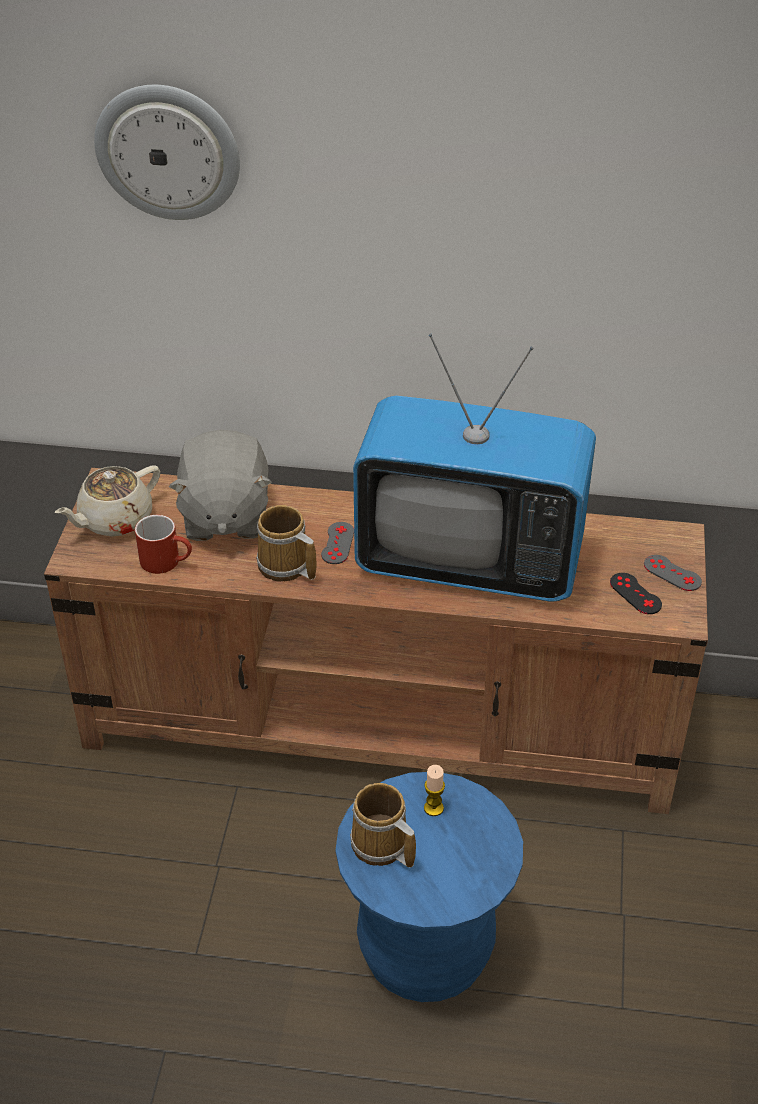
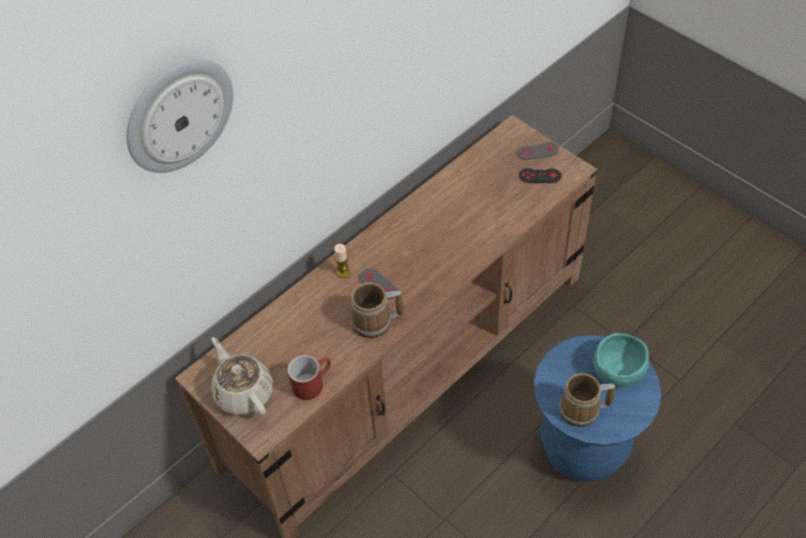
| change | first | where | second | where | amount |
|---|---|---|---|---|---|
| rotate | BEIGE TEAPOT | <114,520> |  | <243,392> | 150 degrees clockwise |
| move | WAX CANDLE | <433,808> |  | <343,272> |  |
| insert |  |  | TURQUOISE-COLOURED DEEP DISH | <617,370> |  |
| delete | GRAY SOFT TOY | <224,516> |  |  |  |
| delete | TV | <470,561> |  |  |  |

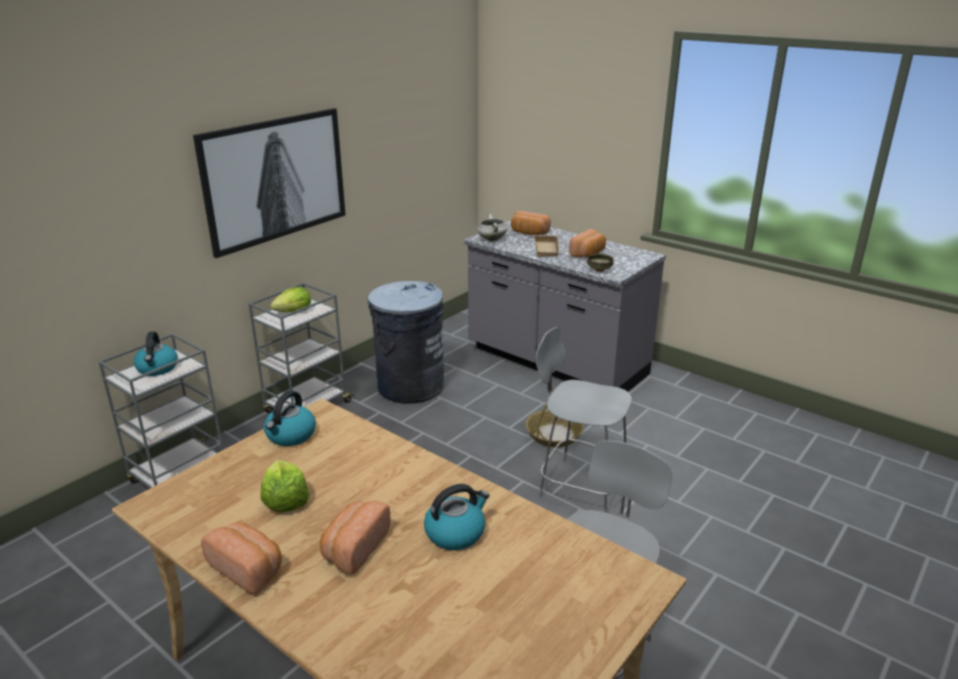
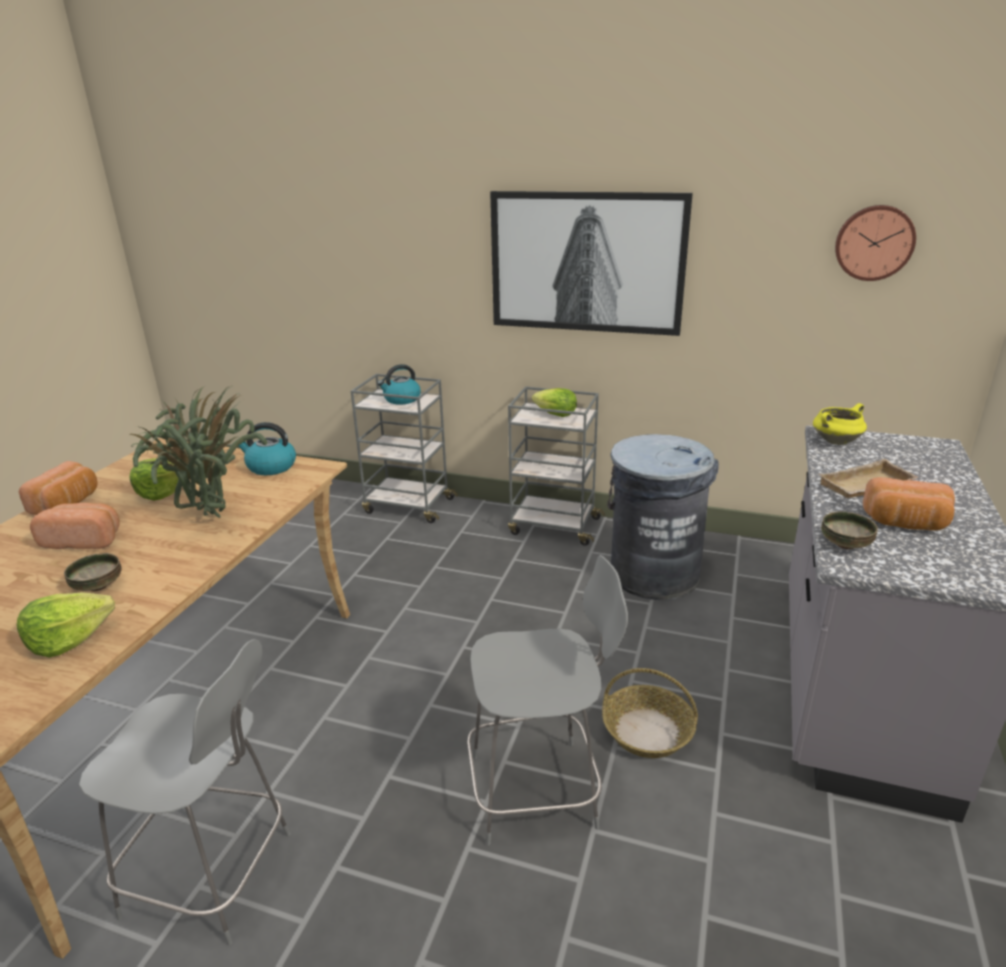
| change | first | where | second | where | amount |
|---|---|---|---|---|---|
| insert |  |  | HEAD OF LETTUCE | <69,639> |  |
| replace | TEA KETTLE | <455,533> | DEEP DISH | <98,586> |  |
| insert |  |  | HOUSEPLANT | <210,520> |  |
| rotate | GRAY CHAIR | <580,486> |  | <538,790> | 75 degrees clockwise |
| recolor | WHITE-COLOURED STOCKPOT | <491,239> | YELLOW STOCKPOT | <836,441> |  |
| insert |  |  | WALL CLOCK | <874,242> |  |
| delete | BREAD | <528,233> |  |  |  |

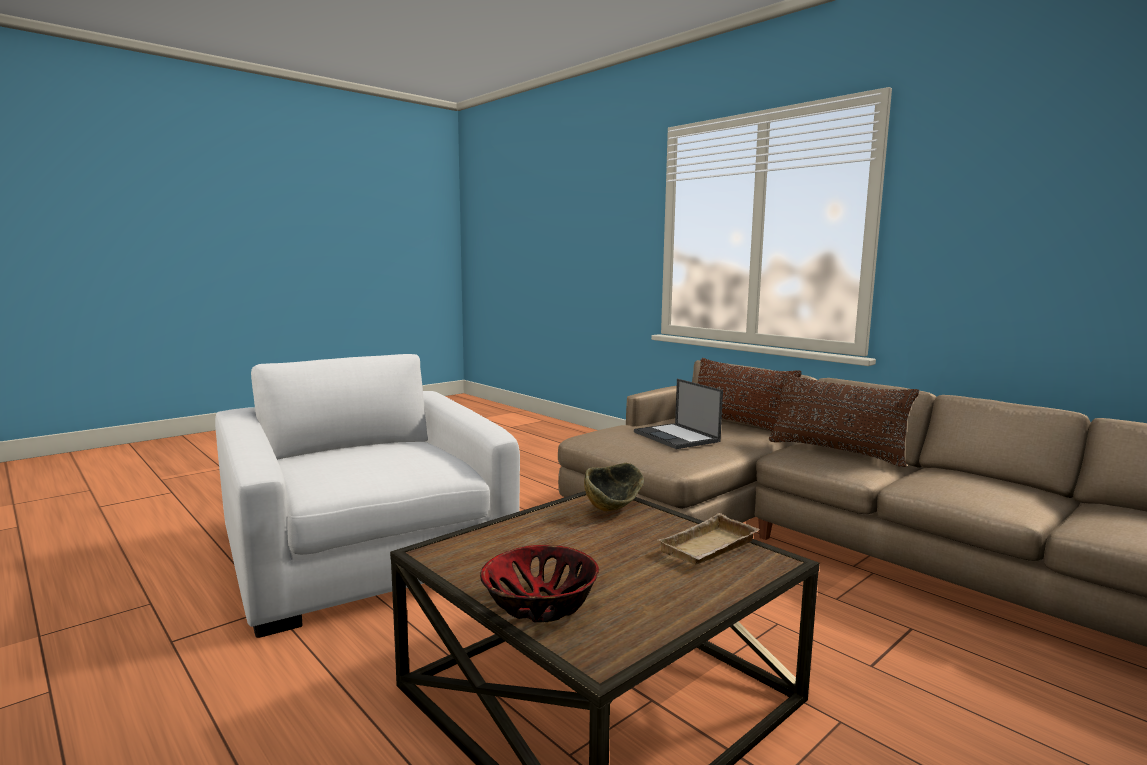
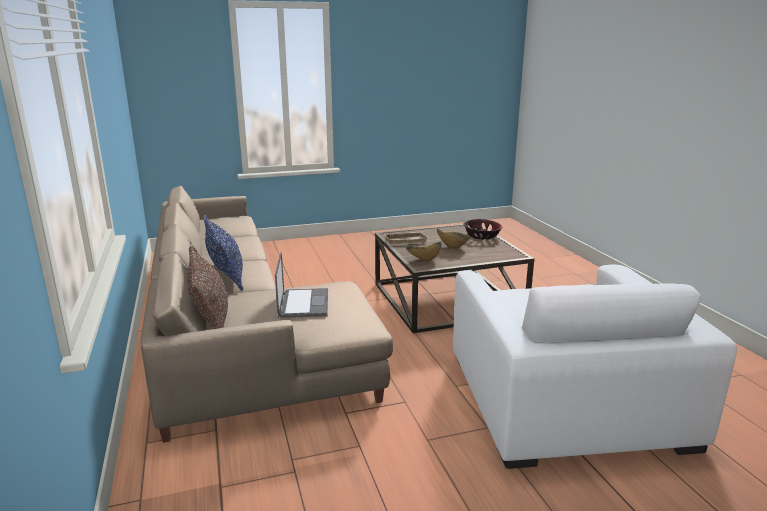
| change | first | where | second | where | amount |
|---|---|---|---|---|---|
| recolor | BROWN THROW PILLOW | <836,451> | BLUISH THROW PILLOW | <226,274> |  |
| insert |  |  | DEEP DISH | <451,247> |  |

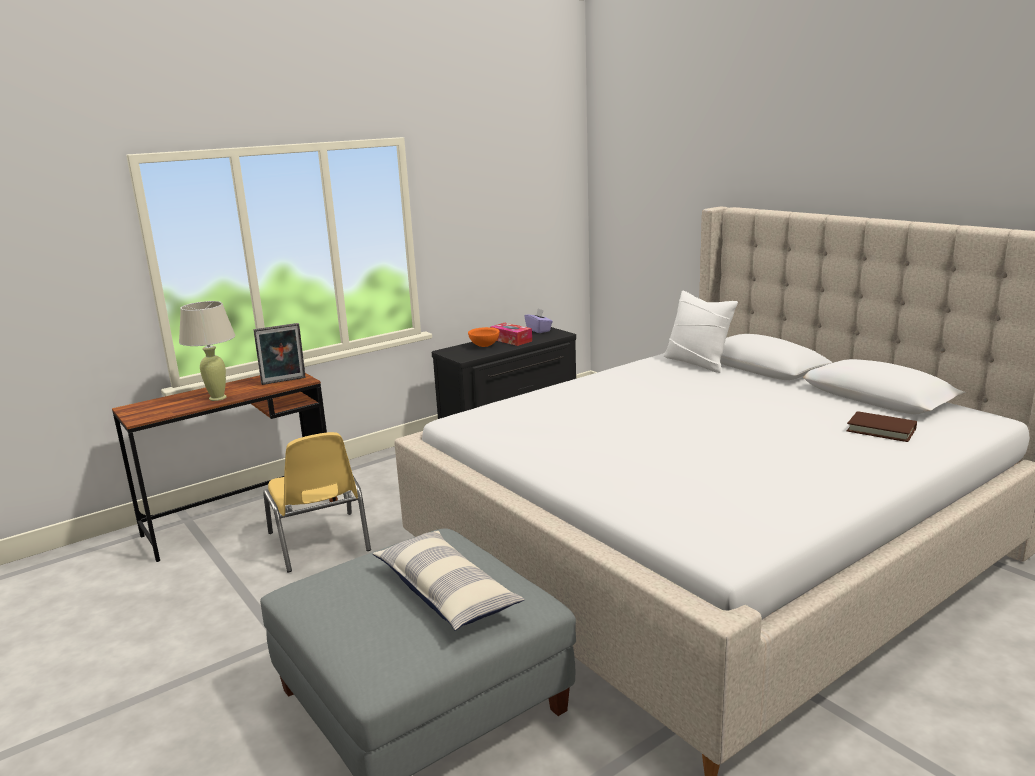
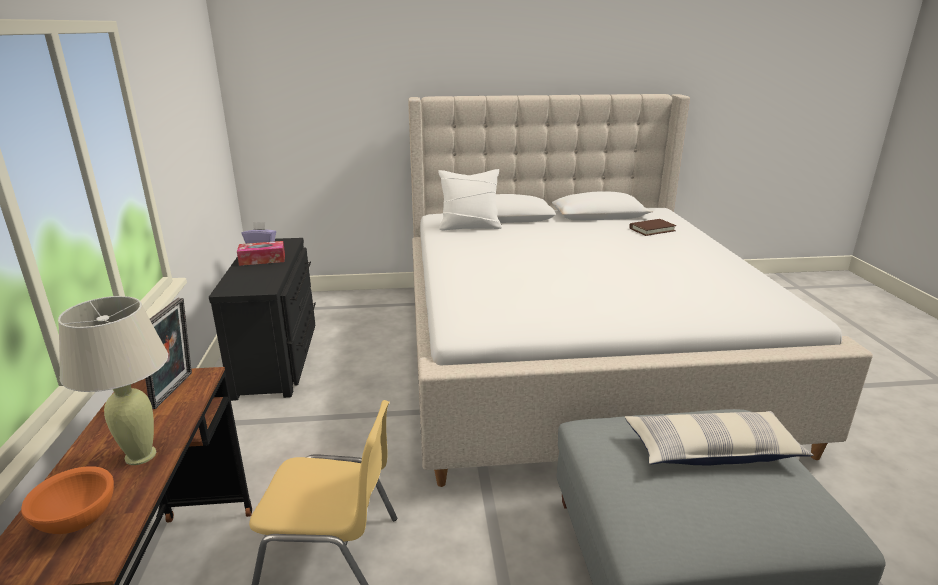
| change | first | where | second | where | amount |
|---|---|---|---|---|---|
| move | ORANGE DEEP DISH | <484,346> |  | <79,521> |  |

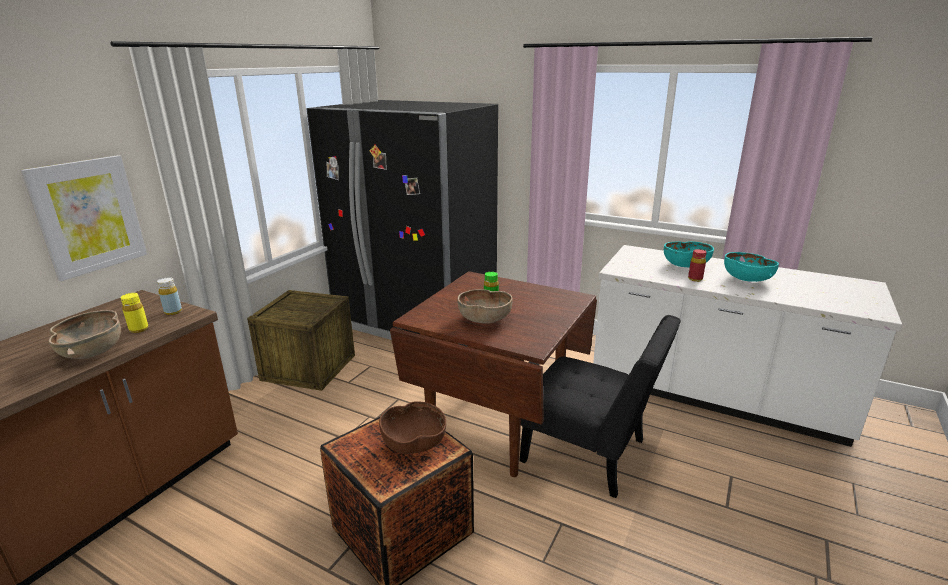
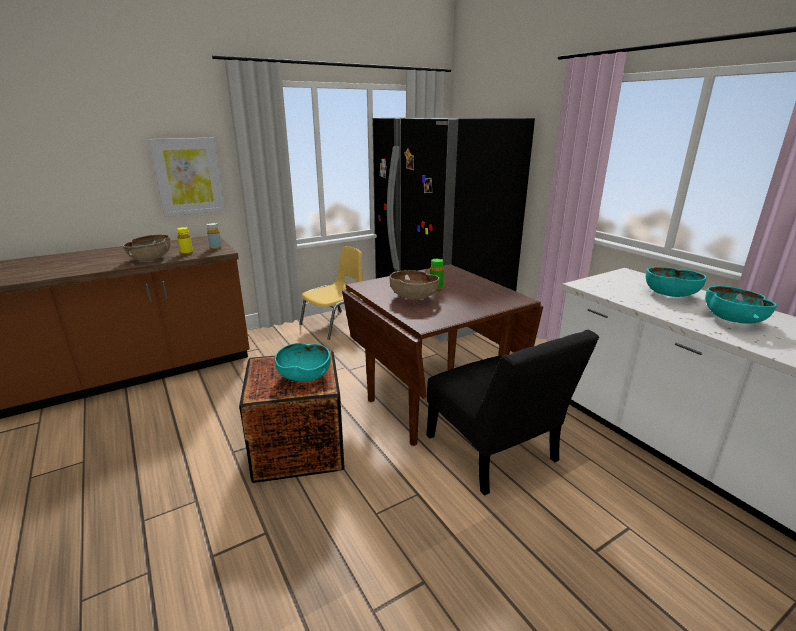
| change | first | where | second | where | amount |
|---|---|---|---|---|---|
| recolor | BROWN DEEP DISH | <414,444> | TURQUOISE-COLOURED DEEP DISH | <304,376> |  |
| replace | SHIPPING CRATE | <309,367> | YELLOW CHAIR | <335,324> |  |
| delete | RED-COLOURED DRINK BOTTLE | <695,279> |  |  |  |

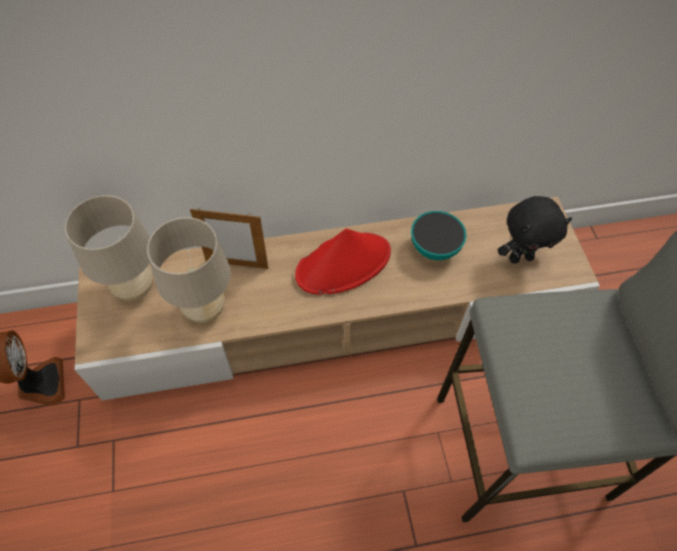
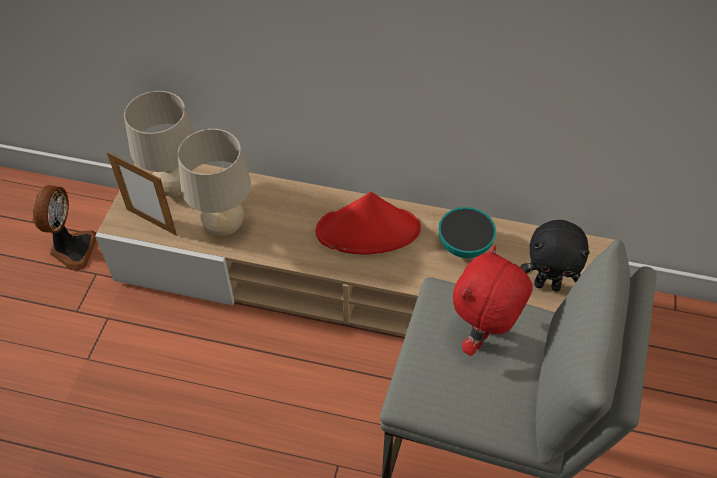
| change | first | where | second | where | amount |
|---|---|---|---|---|---|
| move | PHOTO FRAME | <237,264> |  | <151,222> |  |
| insert |  |  | RED-COLOURED SOFT TOY | <482,337> |  |

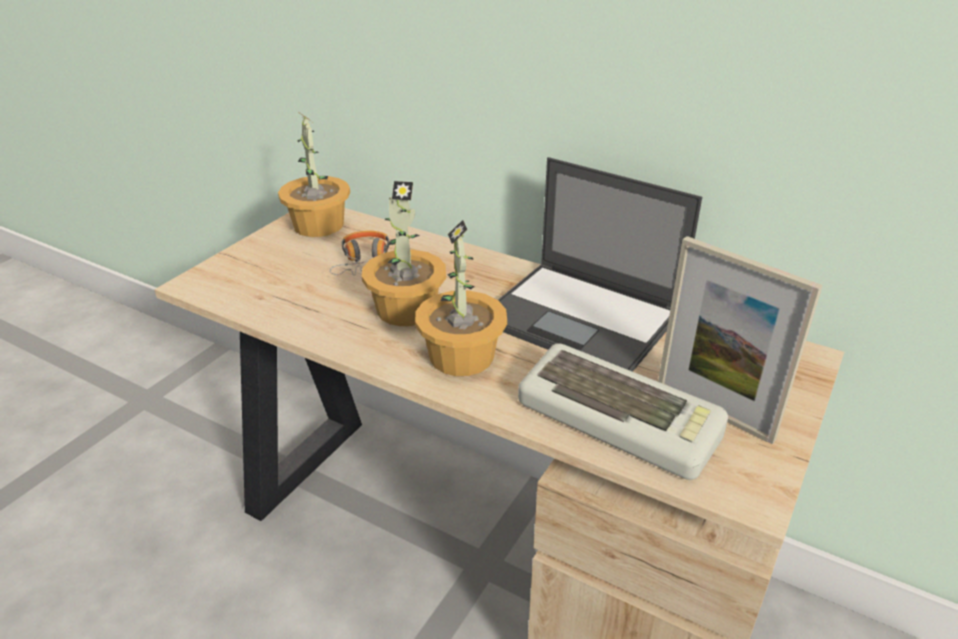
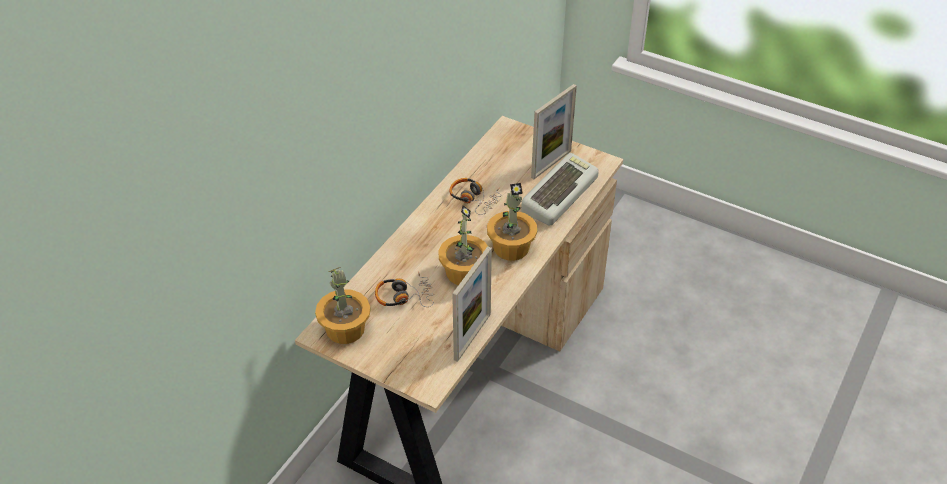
| change | first | where | second | where | amount |
|---|---|---|---|---|---|
| replace | NOTEBOOK COMPUTER | <583,318> | HEADPHONES | <474,199> |  |
| insert |  |  | PHOTO FRAME | <472,336> |  |

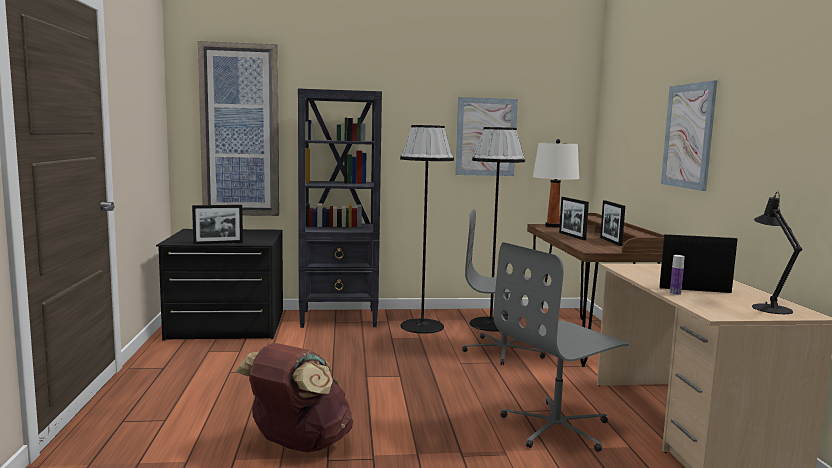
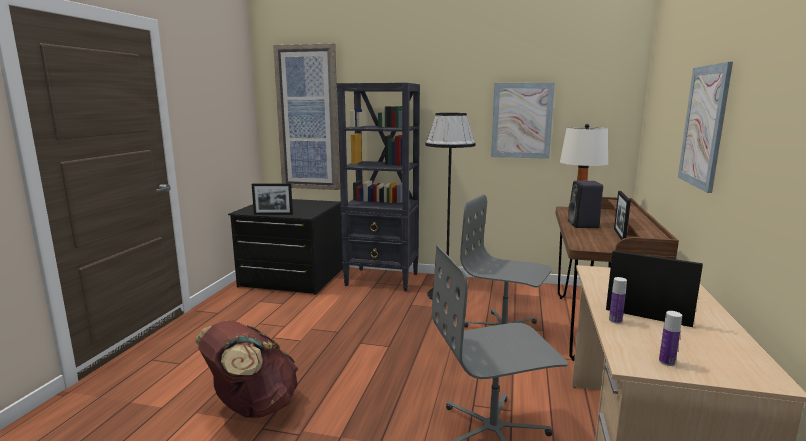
| change | first | where | second | where | amount |
|---|---|---|---|---|---|
| replace | PHOTO FRAME | <572,236> | BLACK-COLOURED SPEAKER | <584,225> |  |
| insert |  |  | DRINK BOTTLE | <666,362> |  |
| delete | BLACK-COLOURED FLOOR LAMP | <490,324> |  |  |  |
| delete | BLACK-COLOURED LAMP FOR A TABLE | <768,307> |  |  |  |

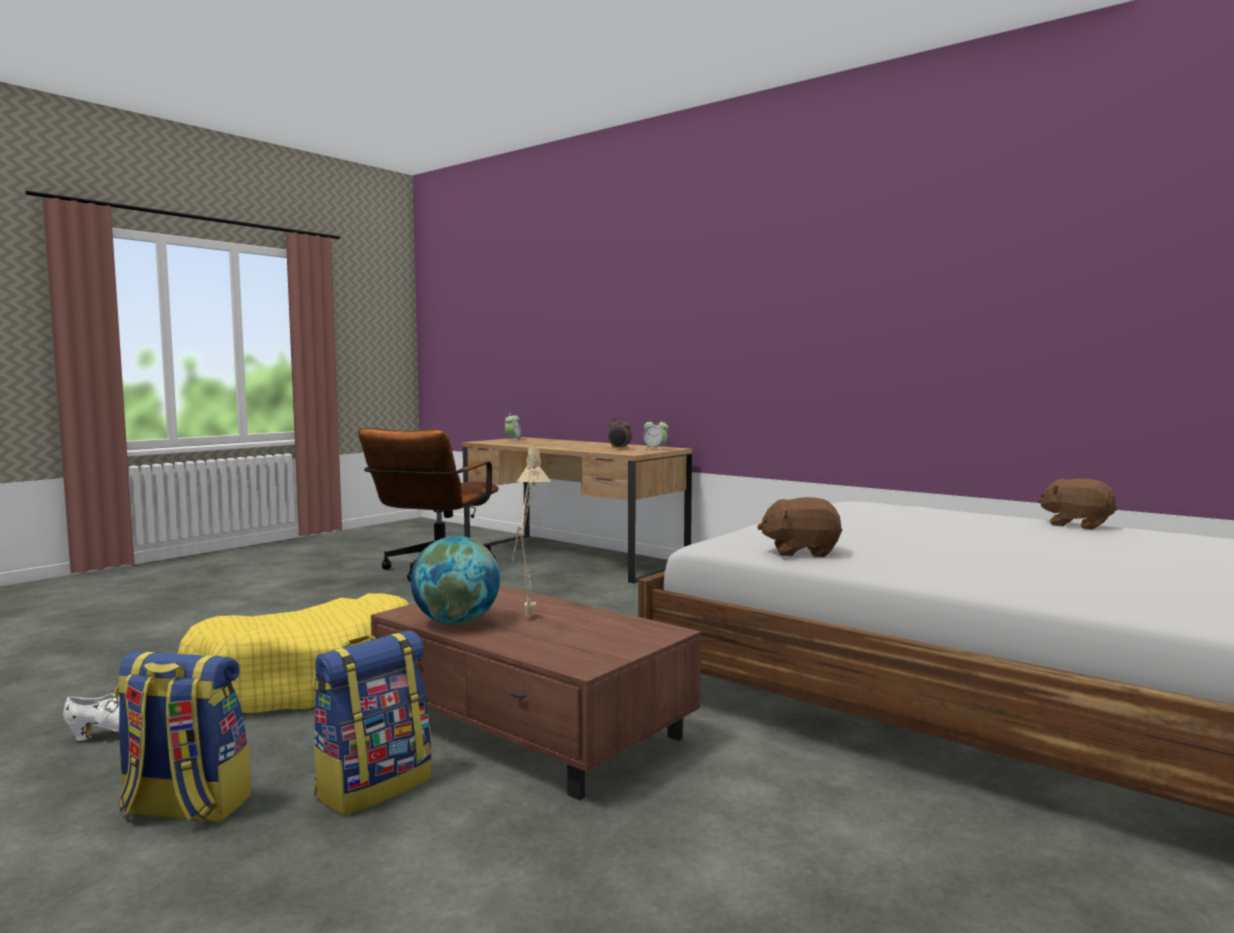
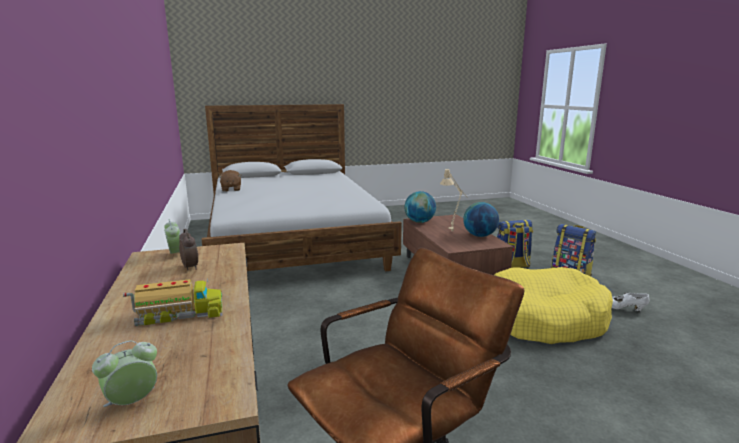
| change | first | where | second | where | amount |
|---|---|---|---|---|---|
| insert |  |  | TOY LORRY | <180,314> |  |
| insert |  |  | WORLD GLOBE | <419,222> |  |
| delete | BROWN SOFT TOY | <801,552> |  |  |  |

